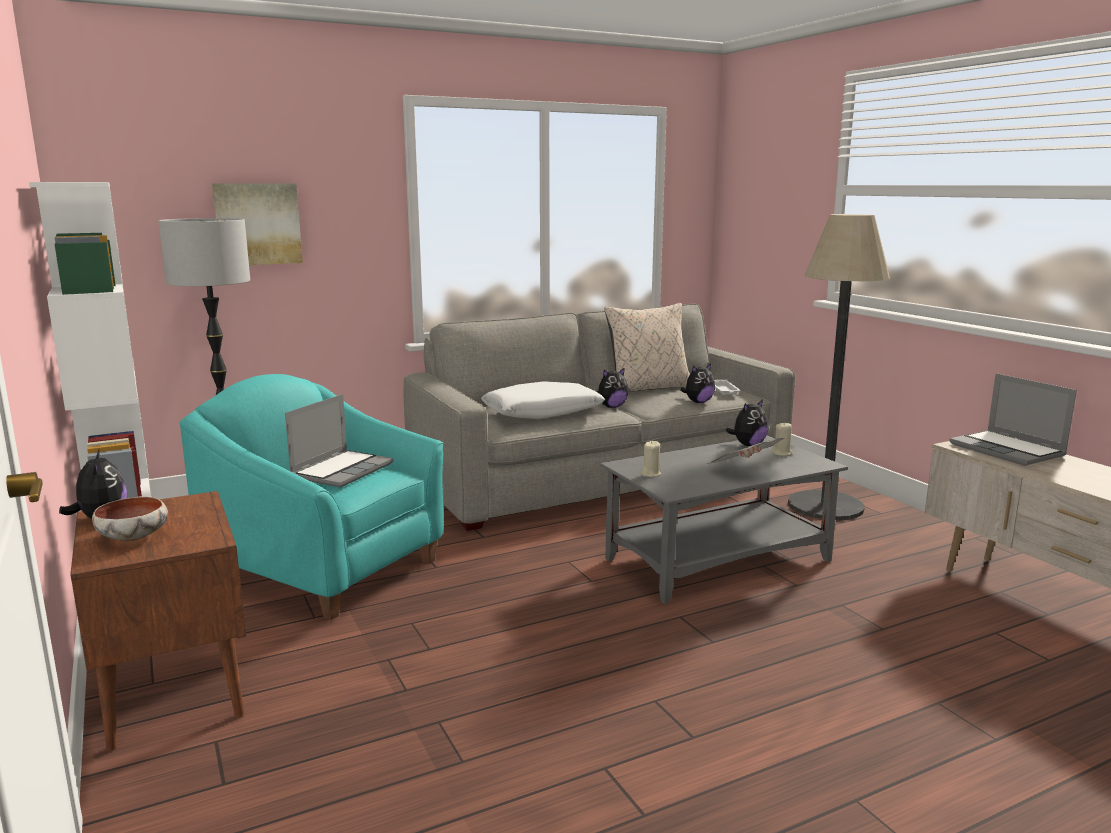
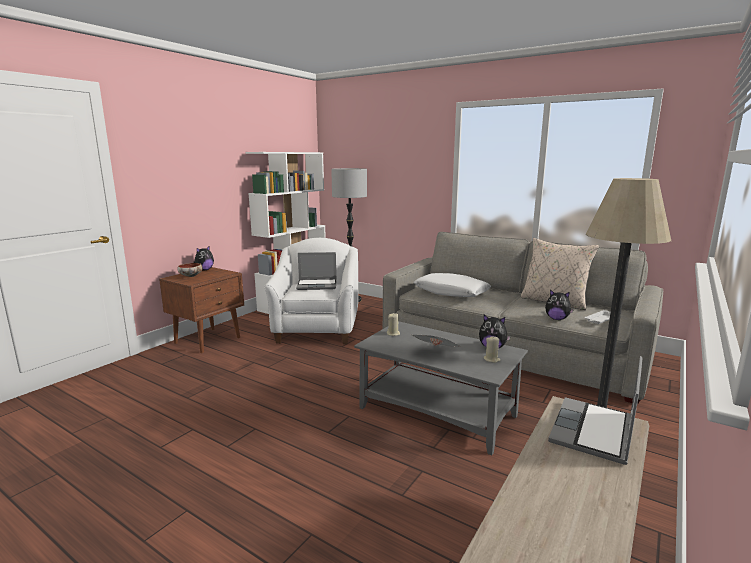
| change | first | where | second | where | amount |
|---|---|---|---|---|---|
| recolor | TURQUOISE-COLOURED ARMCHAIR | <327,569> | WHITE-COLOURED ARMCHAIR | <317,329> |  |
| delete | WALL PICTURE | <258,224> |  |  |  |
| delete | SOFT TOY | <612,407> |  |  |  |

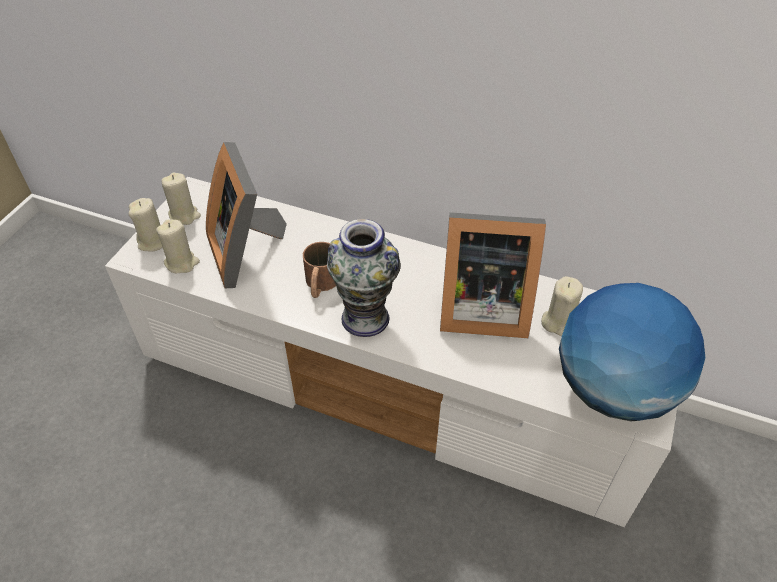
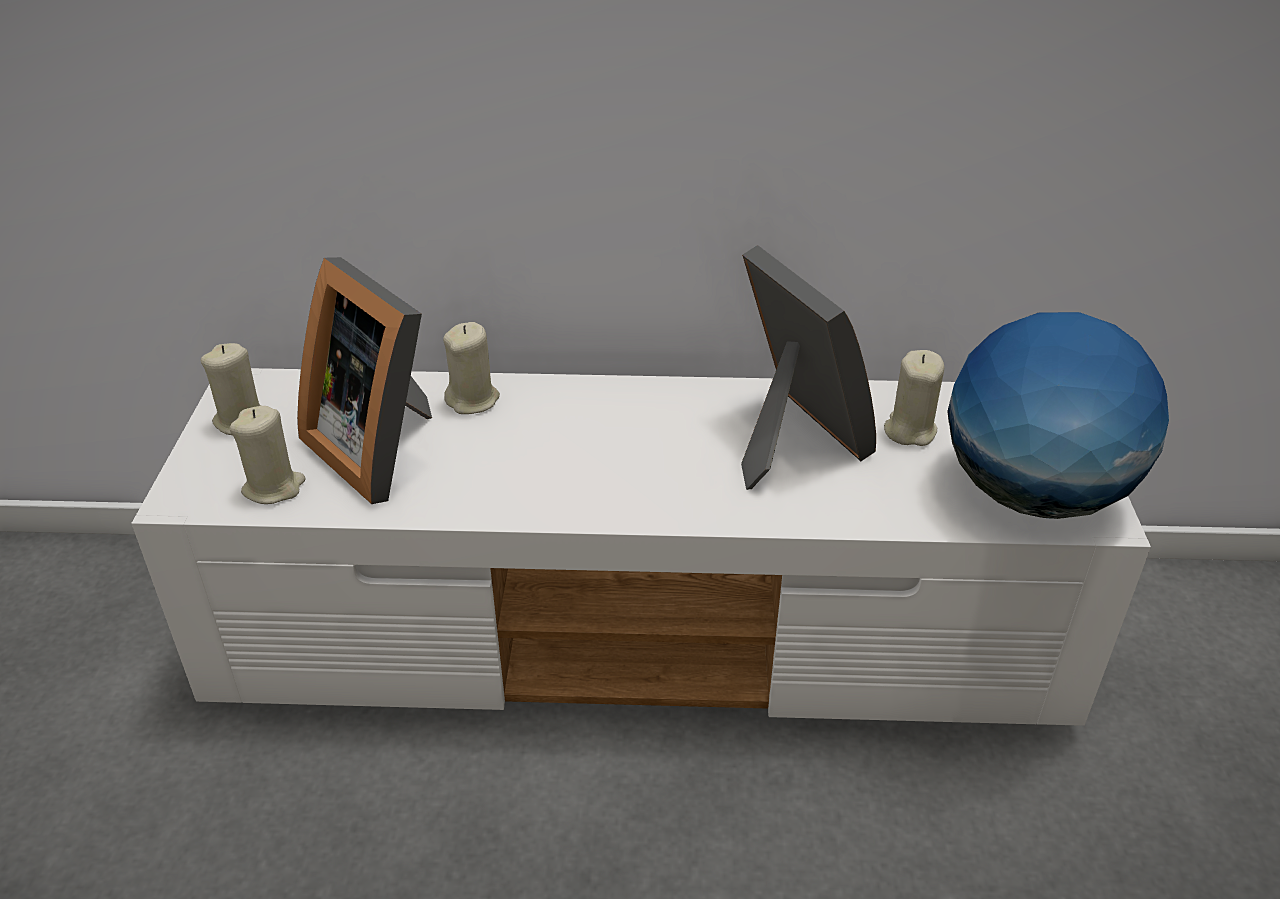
| change | first | where | second | where | amount |
|---|---|---|---|---|---|
| move | BEIGE WAX CANDLE | <153,241> |  | <473,400> |  |
| rotate | PHOTO FRAME | <480,308> |  | <791,439> | 105 degrees counterclockwise |
| delete | BROWN MUG | <320,285> |  |  |  |
| delete | VASE | <365,318> |  |  |  |

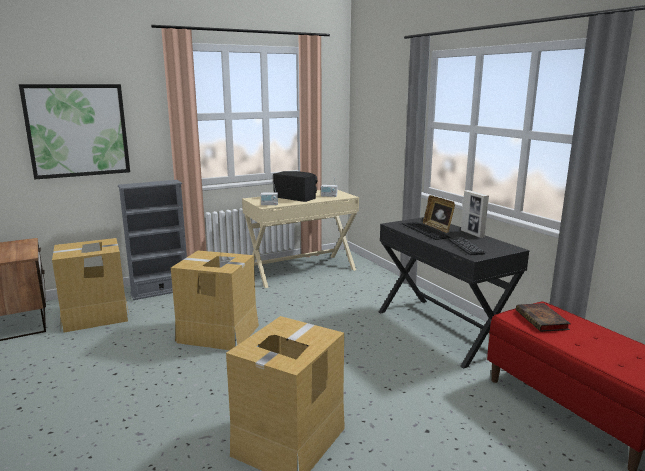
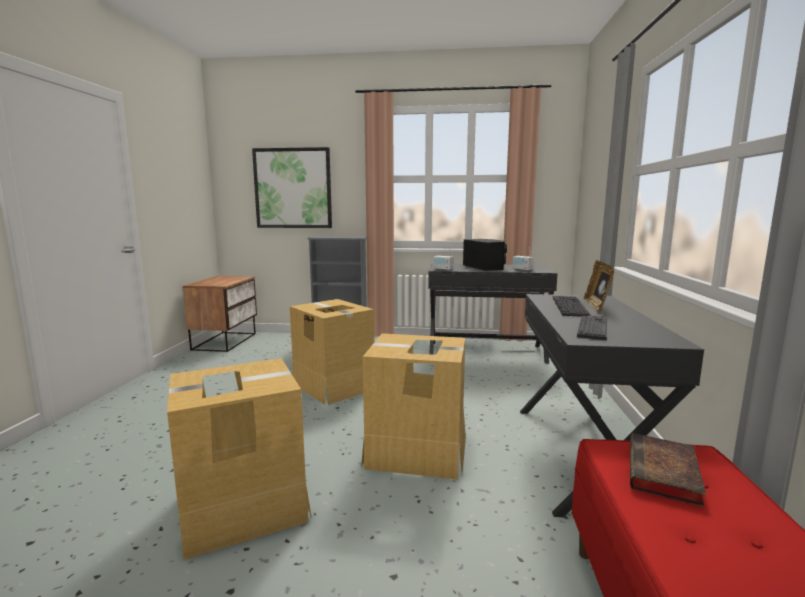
| change | first | where | second | where | amount |
|---|---|---|---|---|---|
| move | CARTON | <96,316> |  | <417,451> |  |
| recolor | BEIGE DESK UNIT | <301,270> | BLACK-COLOURED DESK UNIT | <486,352> |  |
| delete | PHOTO FRAME | <472,234> |  |  |  |

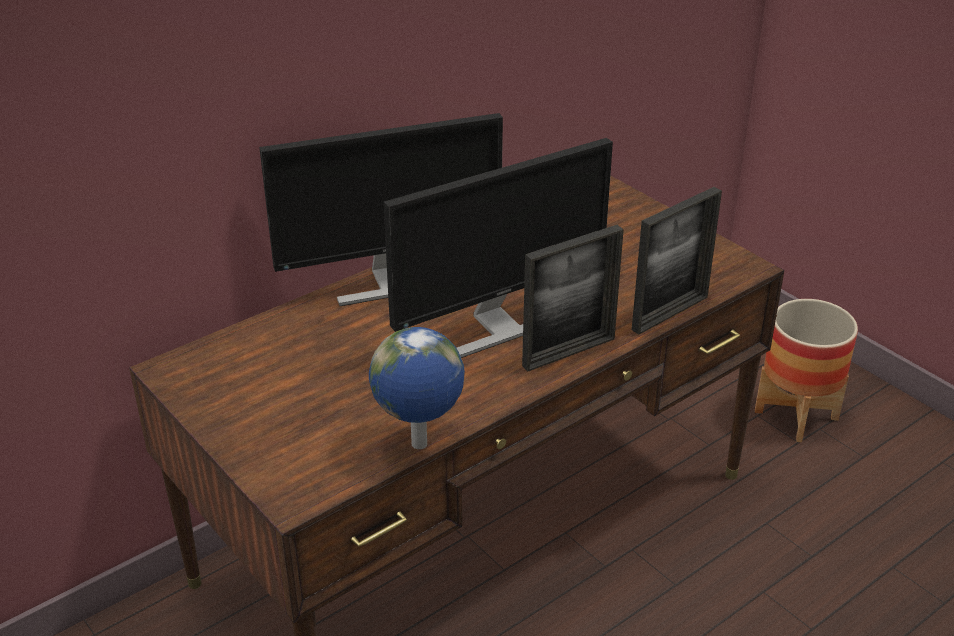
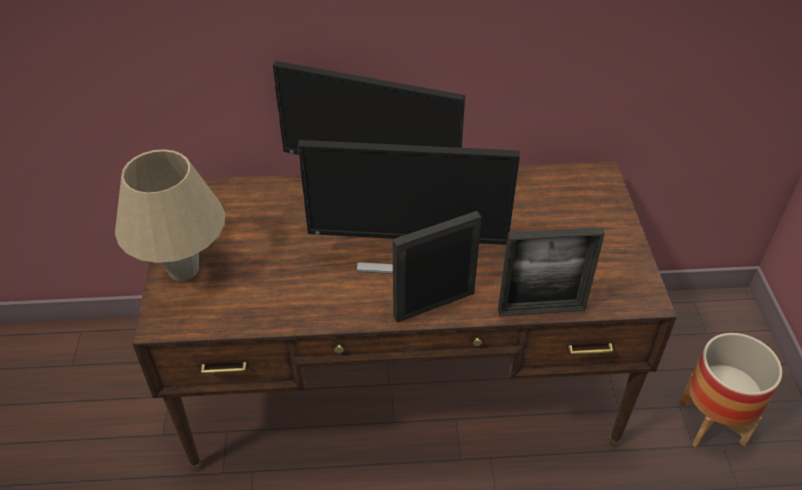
| change | first | where | second | where | amount |
|---|---|---|---|---|---|
| insert |  |  | BEIGE LAMP FOR A TABLE | <183,269> |  |
| rotate | PHOTO FRAME | <569,352> |  | <434,305> | 150 degrees clockwise |
| delete | WORLD GLOBE | <420,445> |  |  |  |

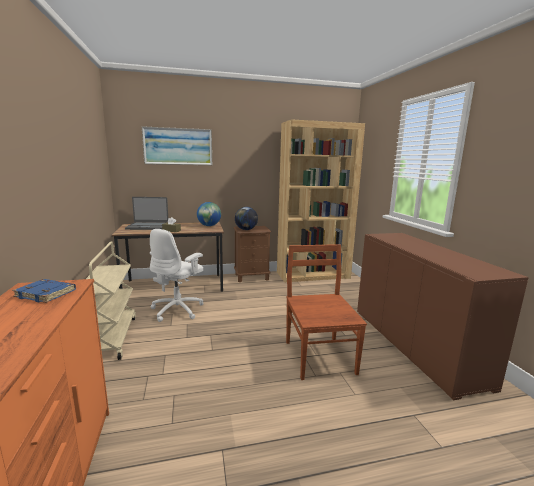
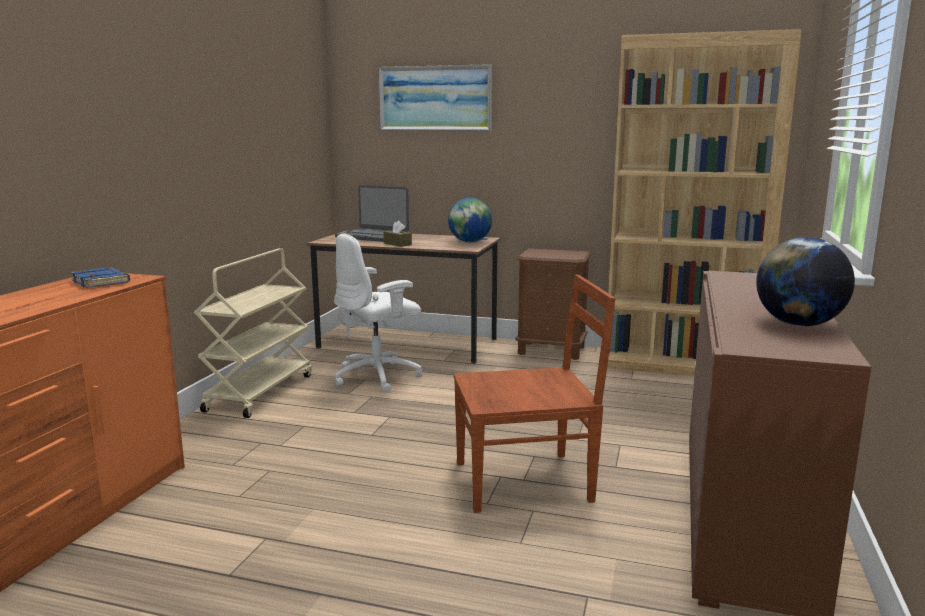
| change | first | where | second | where | amount |
|---|---|---|---|---|---|
| rotate | BROWN CHAIR | <319,355> |  | <526,481> | 60 degrees clockwise |
| move | WORLD GLOBE | <246,230> |  | <798,324> |  |

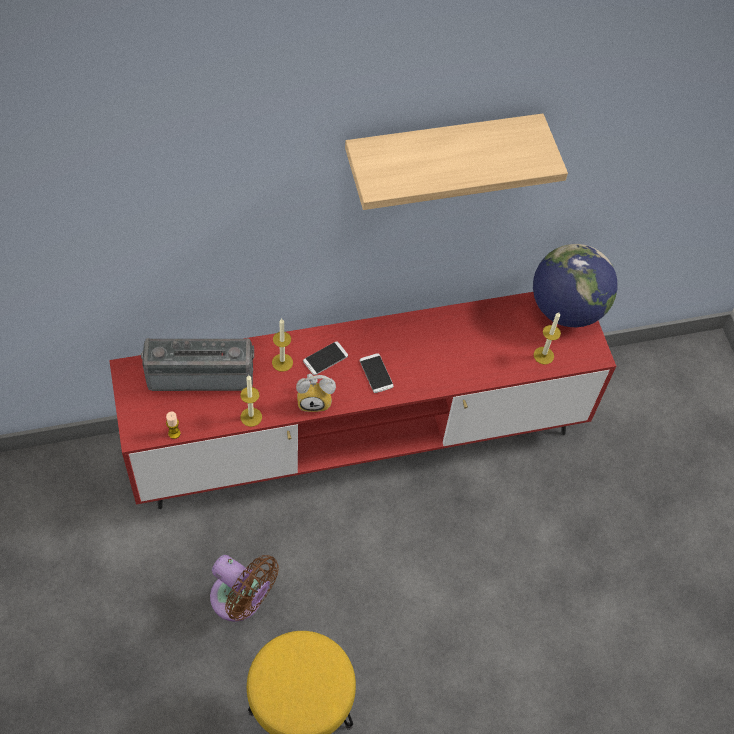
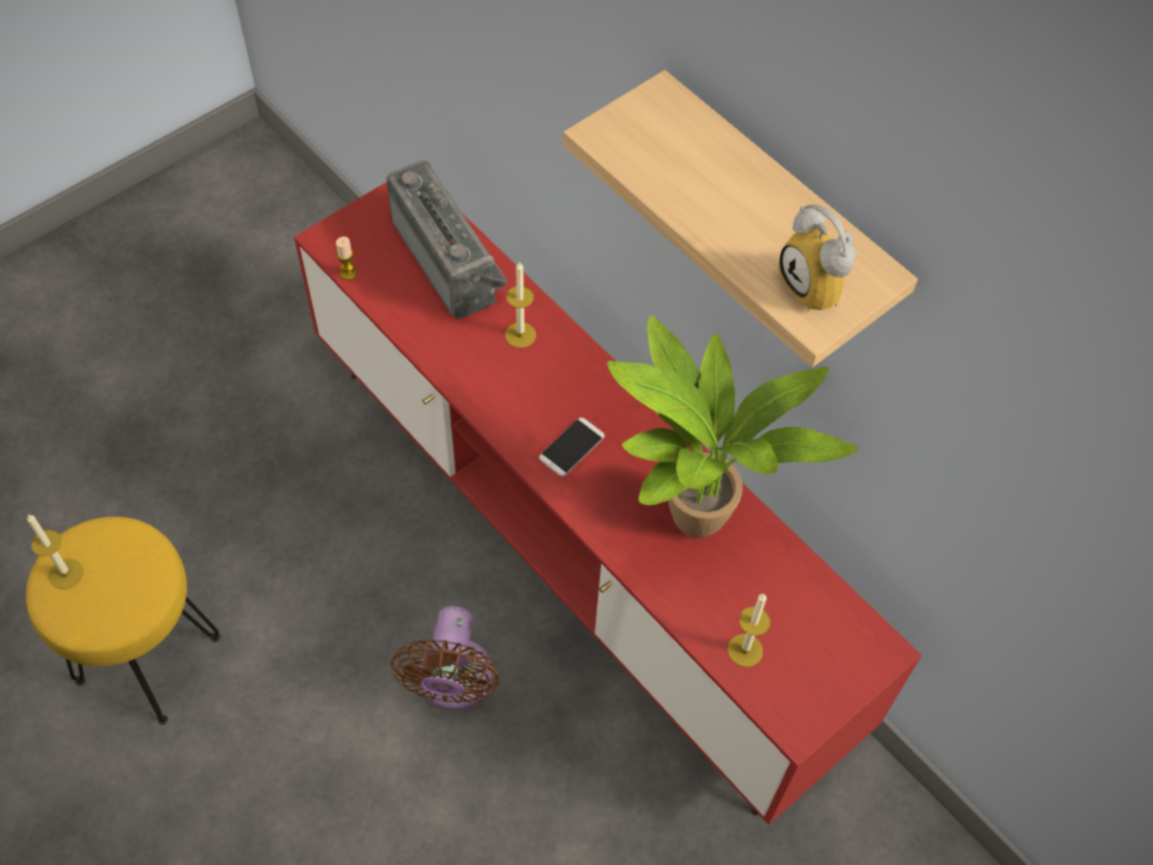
| change | first | where | second | where | amount |
|---|---|---|---|---|---|
| move | WAX CANDLE | <251,417> |  | <66,574> |  |
| move | BROWN ELECTRIC FAN | <241,600> |  | <453,683> |  |
| insert |  |  | HOUSEPLANT | <694,526> |  |
| move | TABLE CLOCK | <315,400> |  | <819,287> |  |
| delete | PHONE | <325,358> |  |  |  |
| delete | WORLD GLOBE | <566,309> |  |  |  |

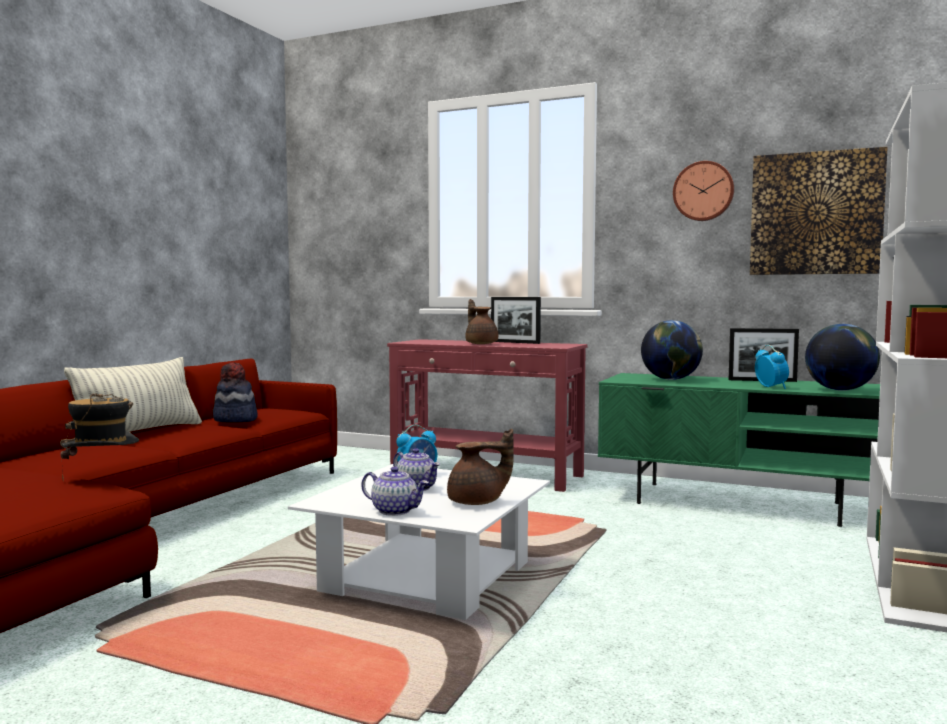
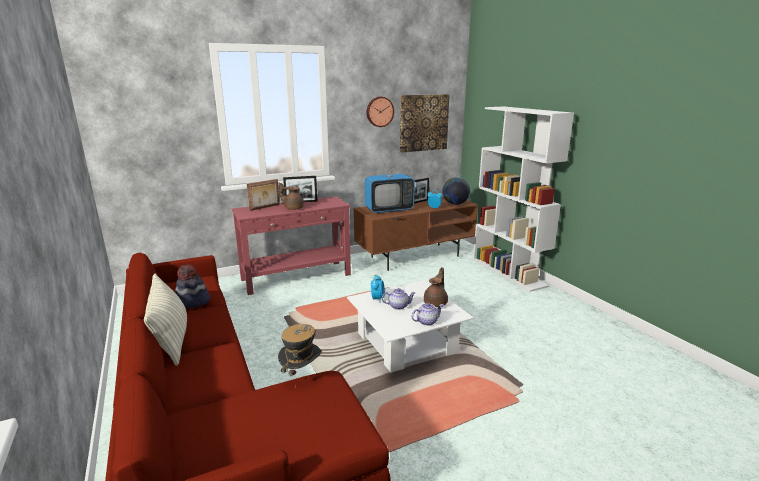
| change | first | where | second | where | amount |
|---|---|---|---|---|---|
| insert |  |  | PHOTO FRAME | <265,207> |  |
| recolor | GREENISH TV UNIT | <739,503> | BROWN TV UNIT | <415,256> |  |
| replace | WORLD GLOBE | <671,379> | TV | <389,210> |  |

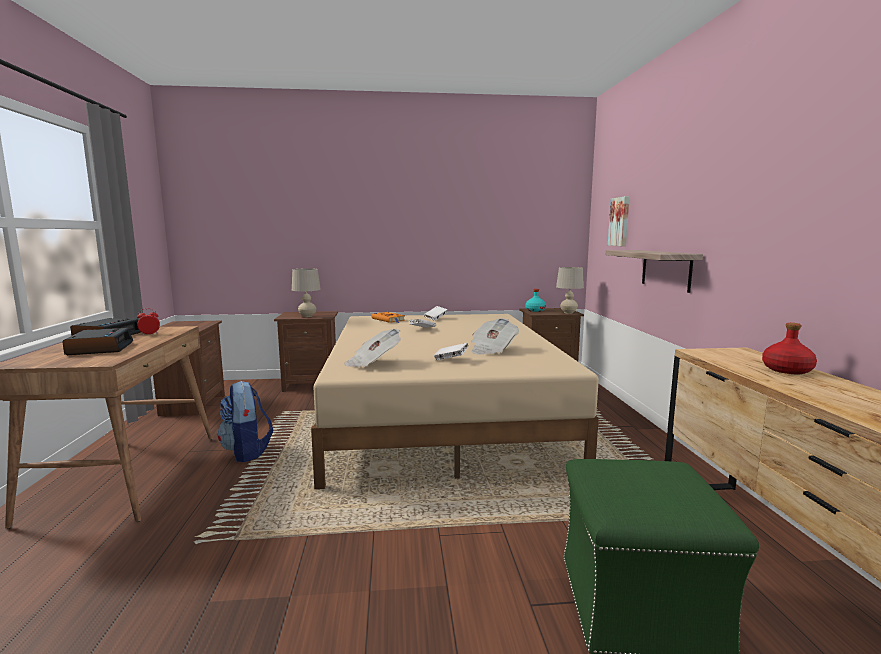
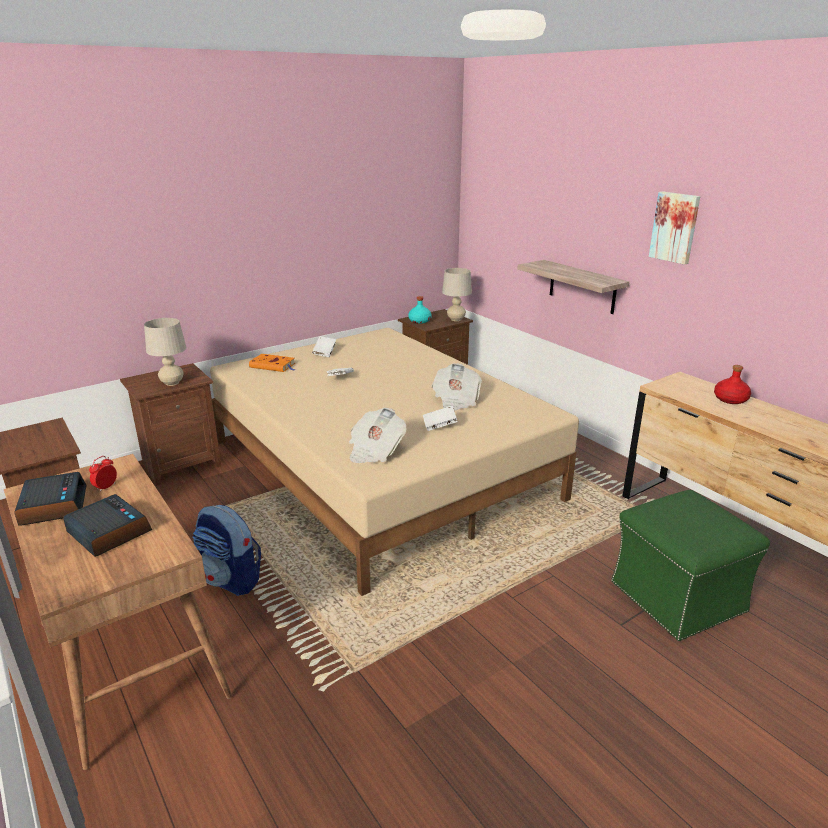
| change | first | where | second | where | amount |
|---|---|---|---|---|---|
| move | WALL PICTURE | <620,221> |  | <675,227> |  |

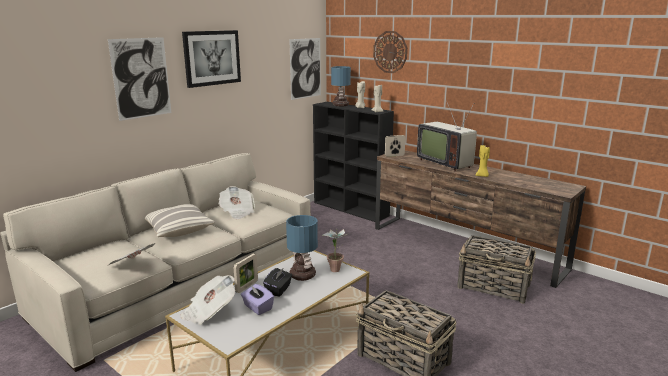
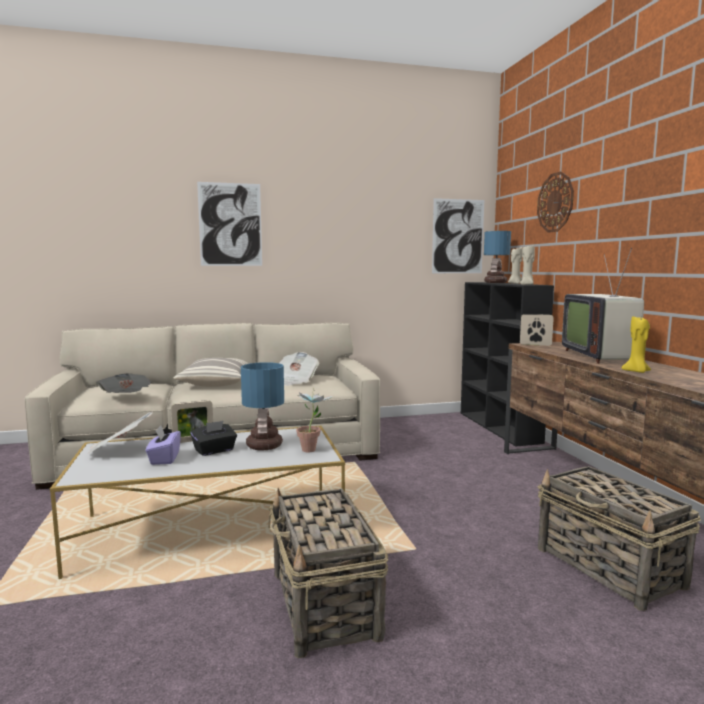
| change | first | where | second | where | amount |
|---|---|---|---|---|---|
| delete | WALL PICTURE | <212,58> |  |  |  |

